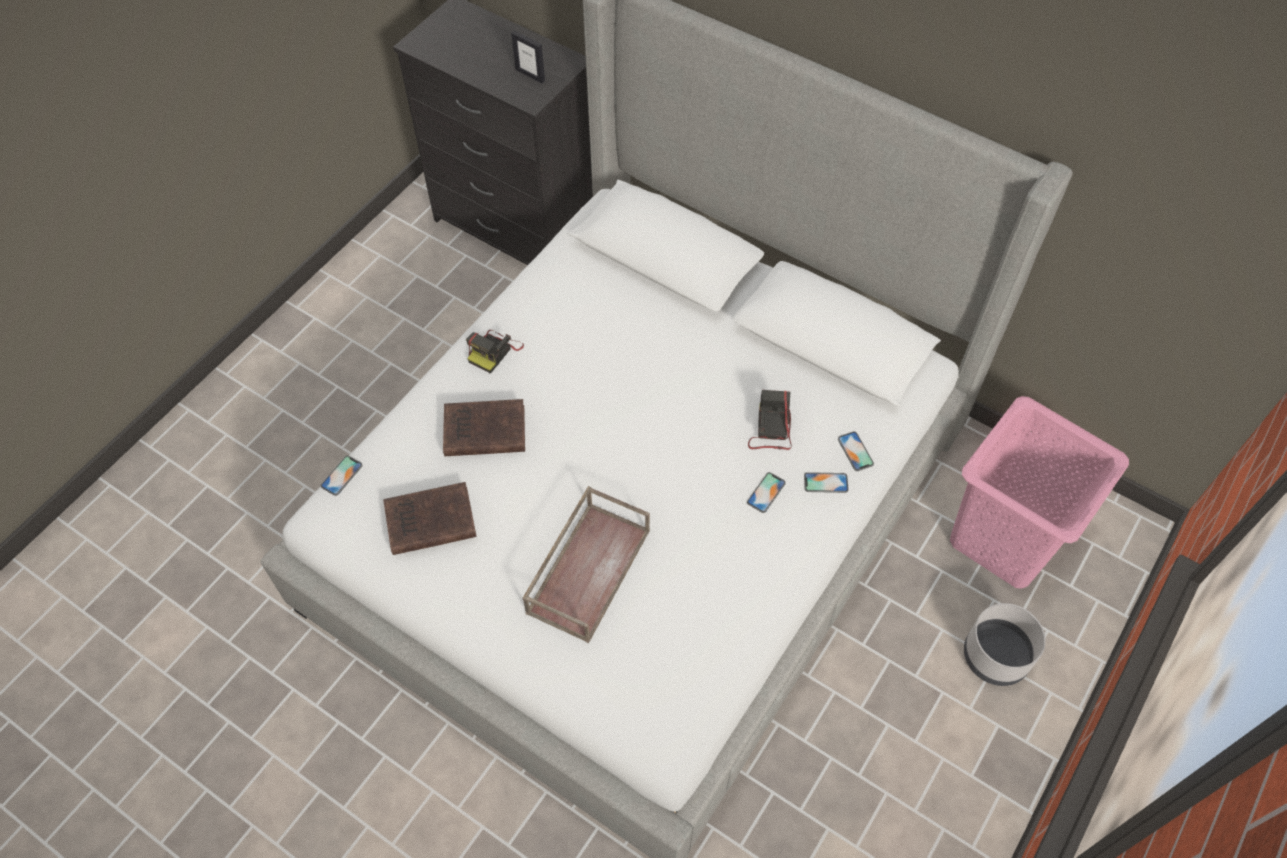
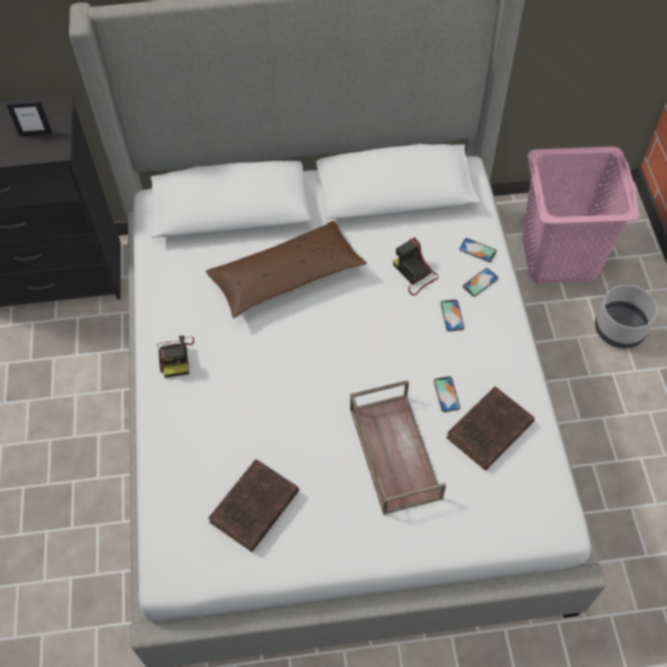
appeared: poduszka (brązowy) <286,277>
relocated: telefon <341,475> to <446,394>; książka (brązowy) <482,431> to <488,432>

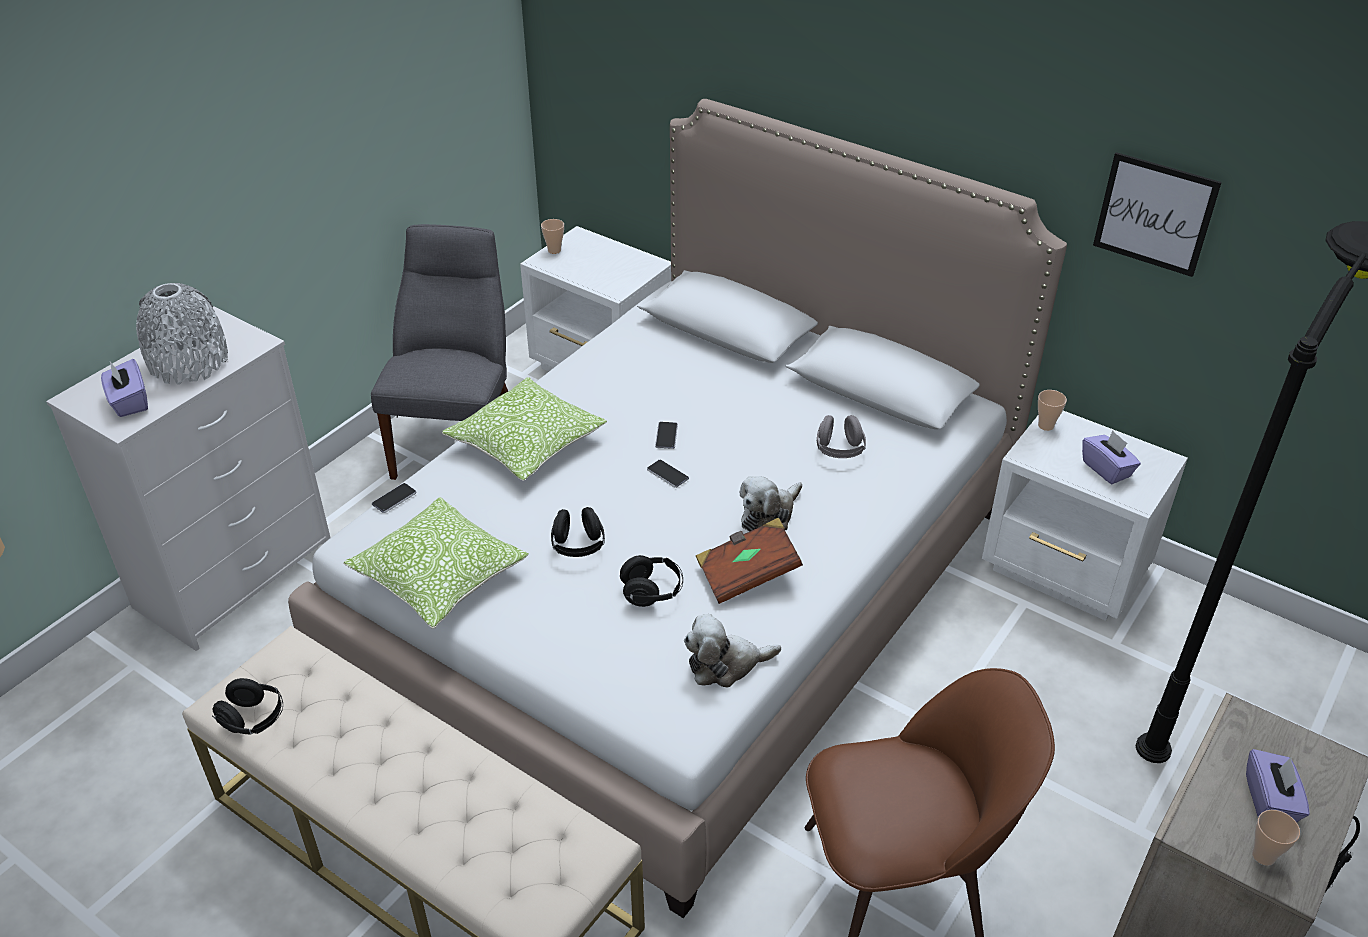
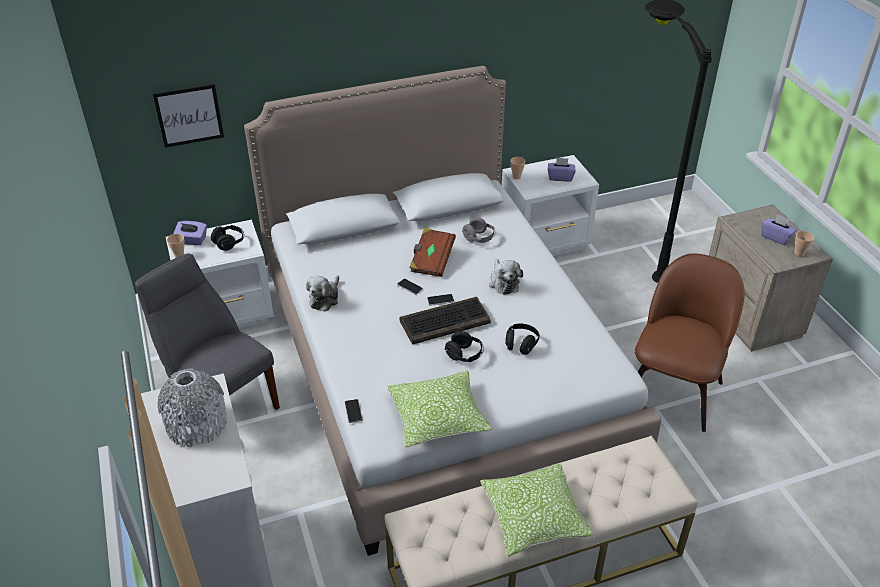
appeared: klawiatura <445,321>
relocated: obraz <1155,214> to <189,115>; pudełko chusteczek (fioletowy) <129,402> to <192,240>; słuchawki (czarny) <253,719> to <229,243>; pluszak <726,664> to <325,298>; książka (brązowy) <747,574> to <431,261>; poduszka <526,443> to <534,517>

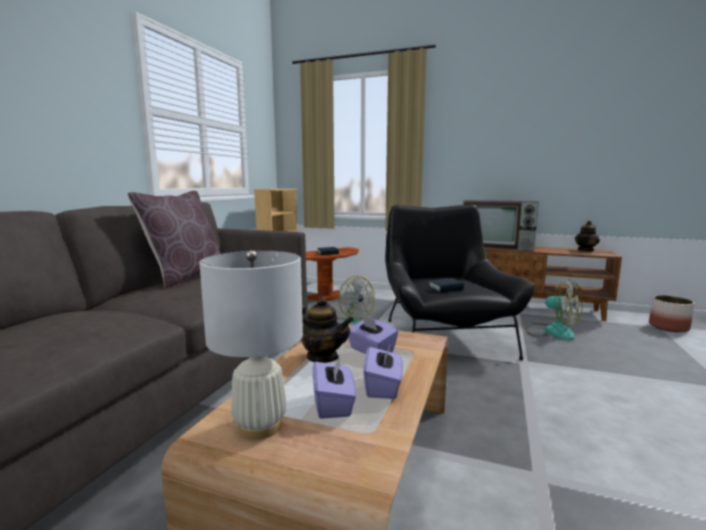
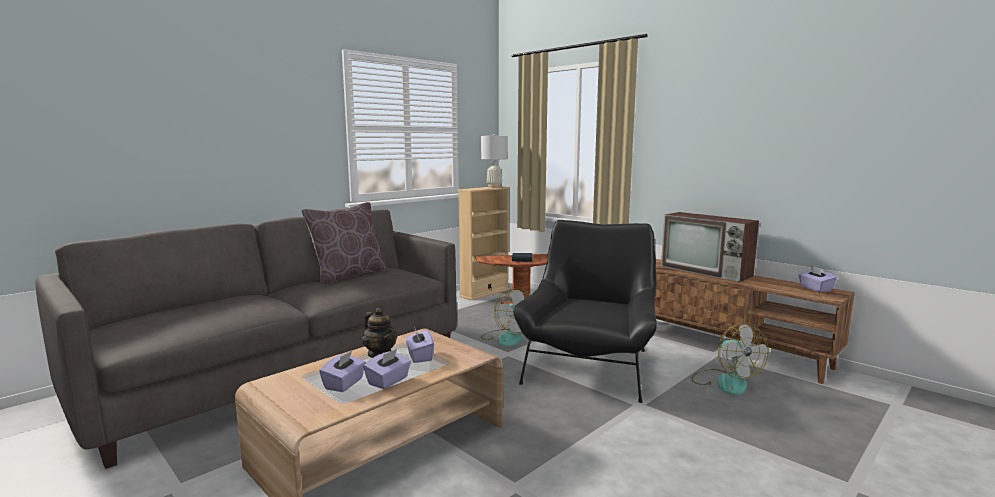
missing: książka <445,288>; donica <669,327>
relocated: lampa stołowa (biały) <260,426> to <494,187>
exchanged: imbryk <586,250> to pudełko chusteczek (fioletowy) <815,289>

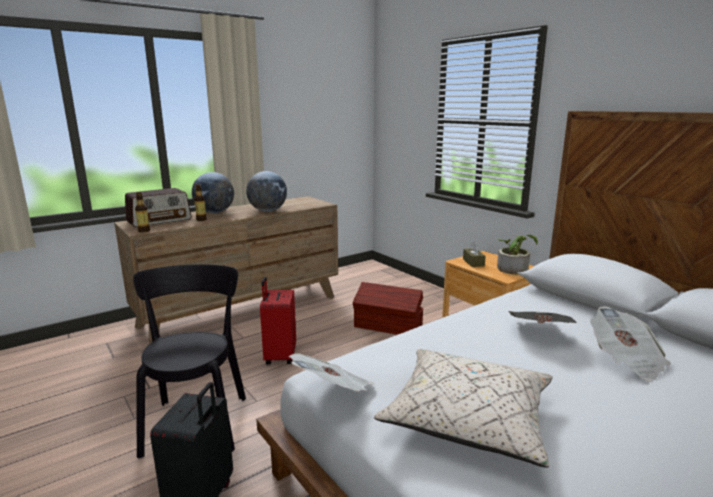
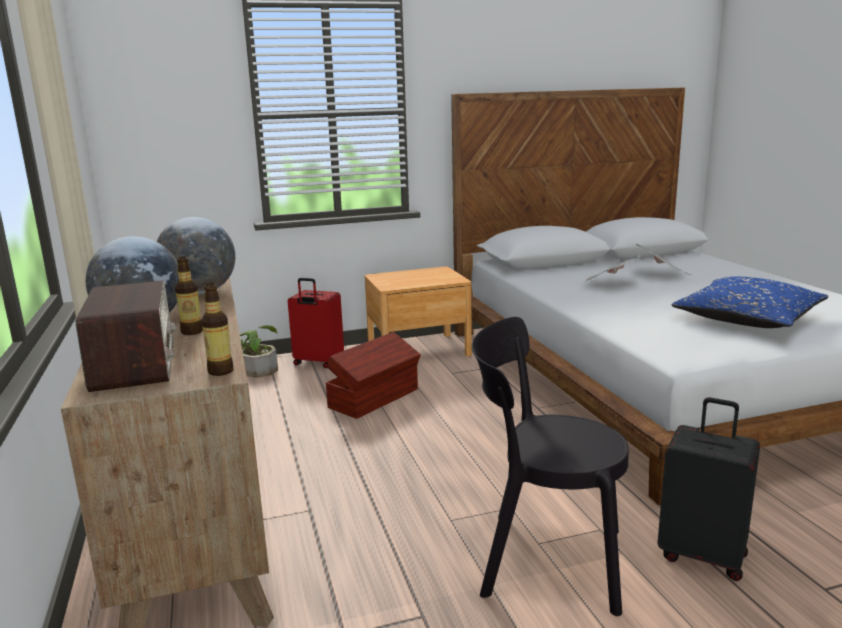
missing: gazeta <333,392>; pudełko chusteczek (brązowy) <473,262>
relocated: roślina doniczkowa <514,268> to <258,369>; walizka (czerwony) <279,356> to <317,362>
colour: poduszka (beżowy) <468,418> to poduszka (niebieski) <747,320>

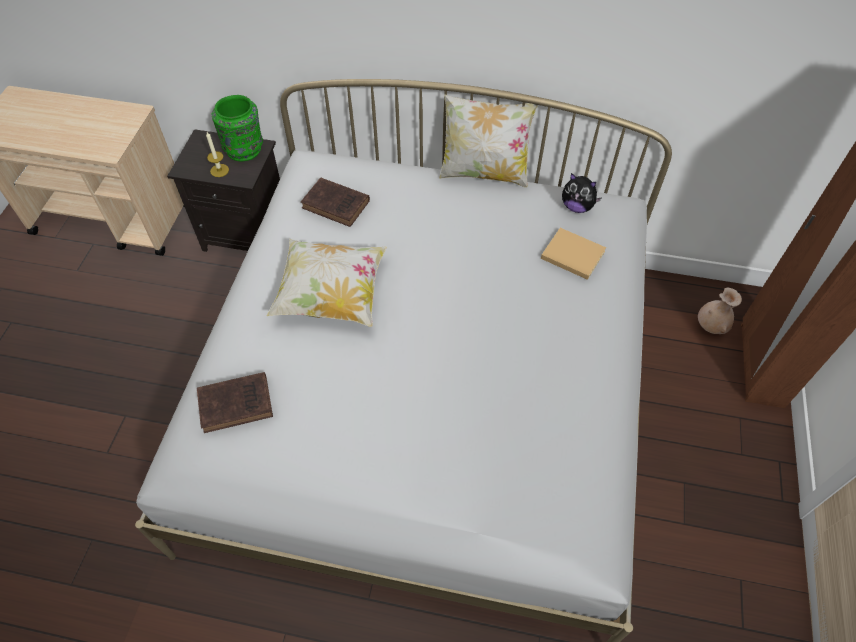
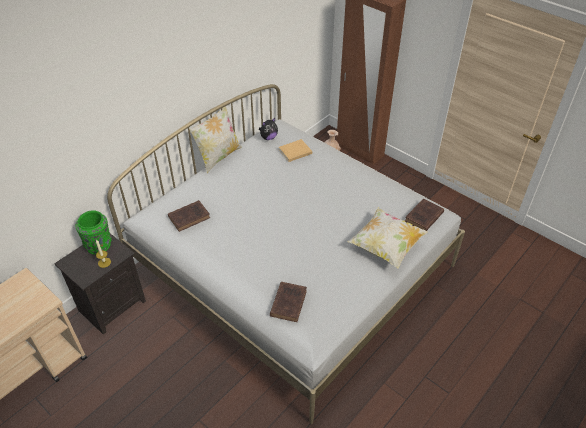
appeared: książka (brązowy) <423,217>
relocated: poduszka <331,296> to <386,246>

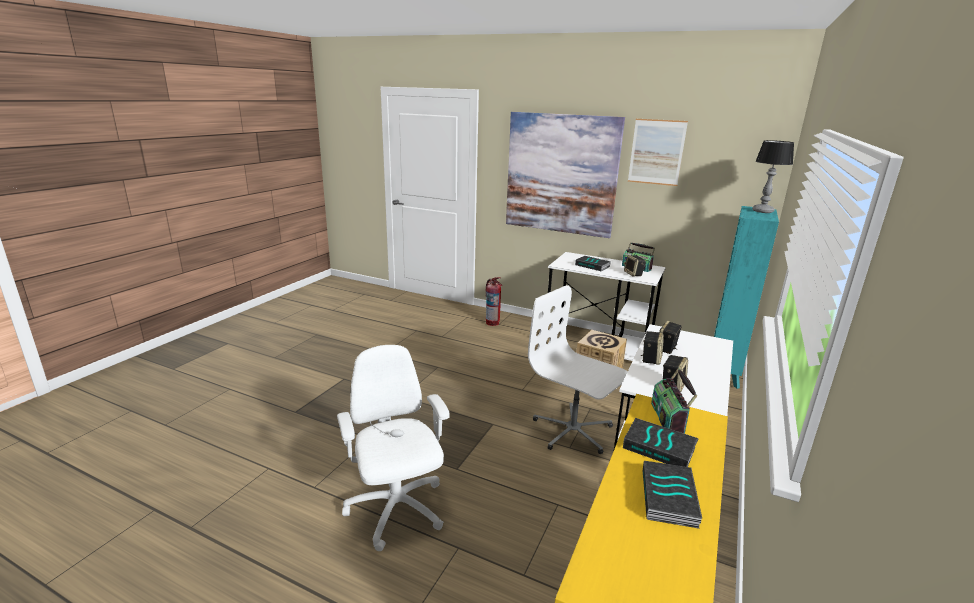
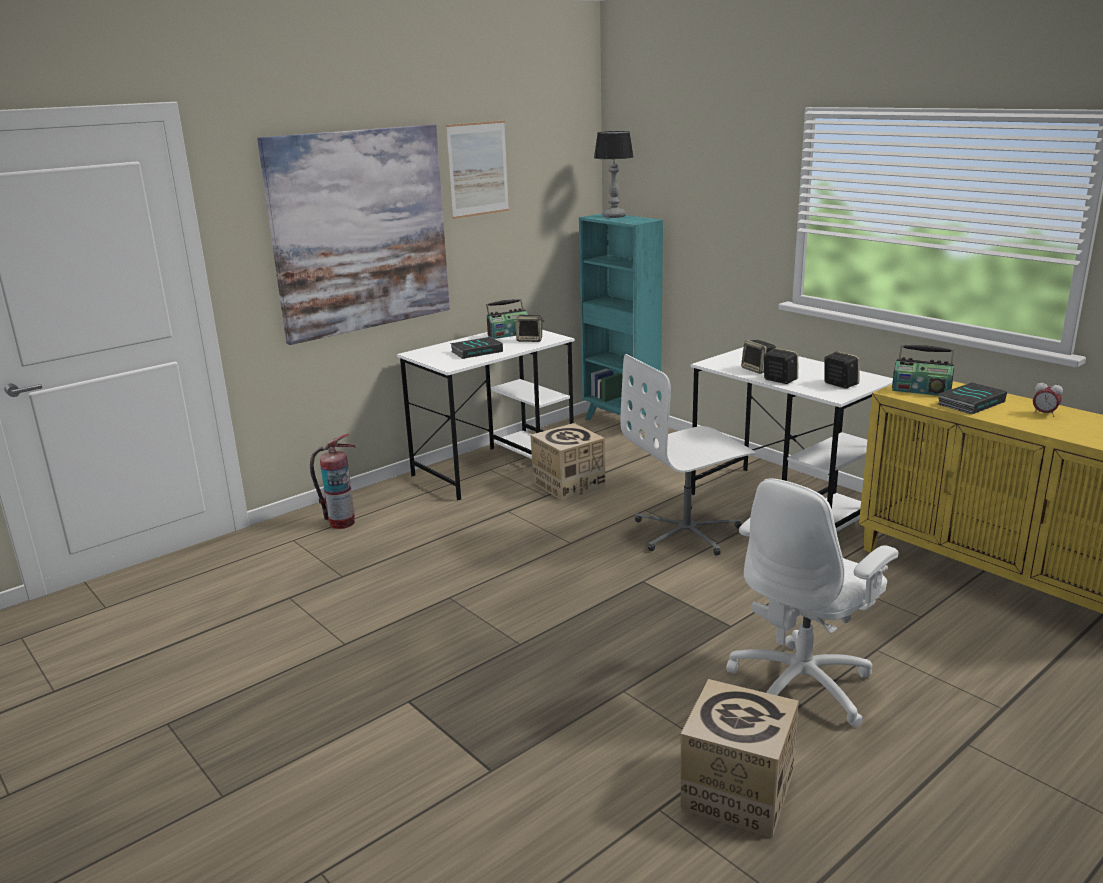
appeared: karton <736,791>
exchanged: książka <670,499> to budzik <1044,414>
spun: krzesło biurowe (biały) <396,511> = <803,686> 45 degrees counterclockwise

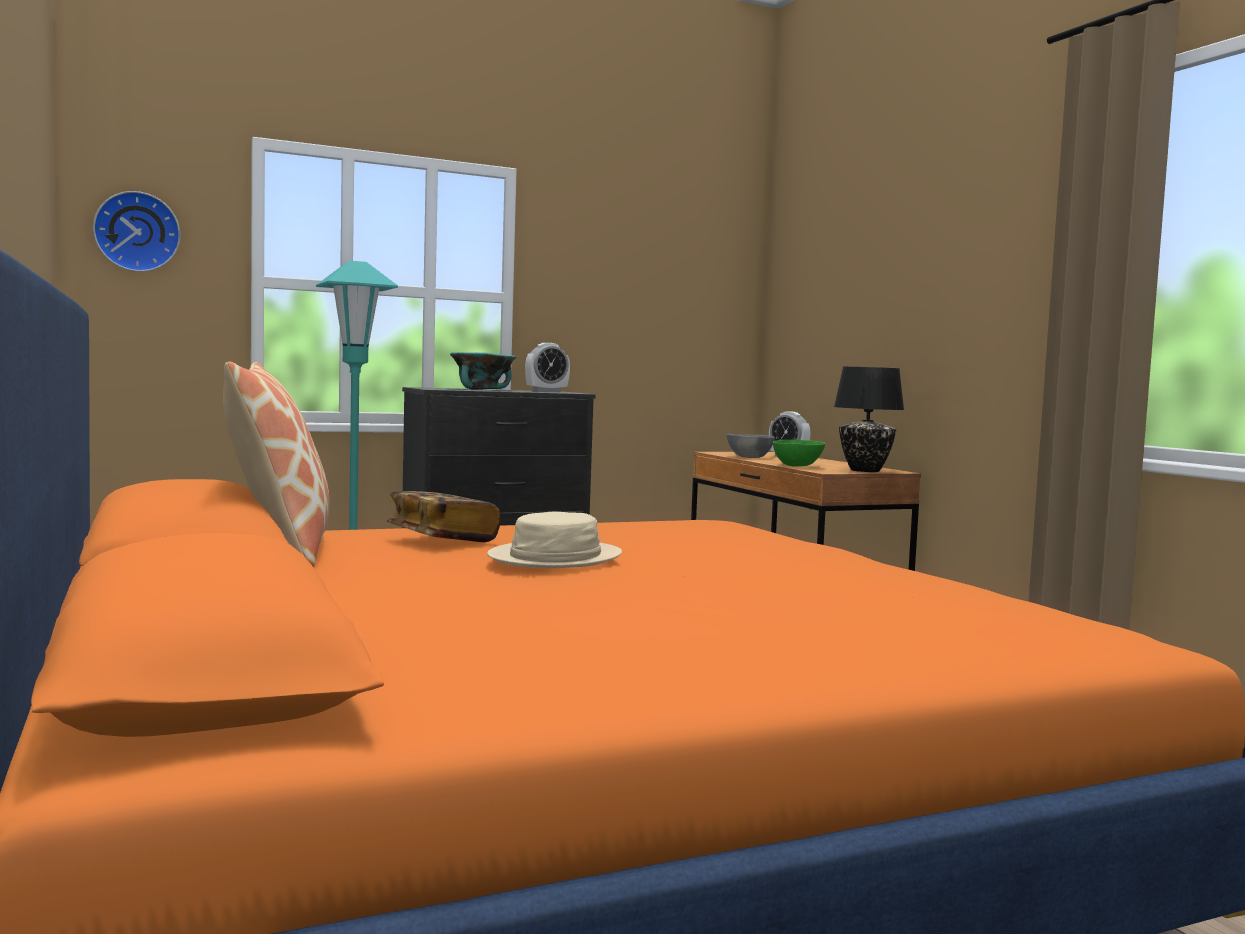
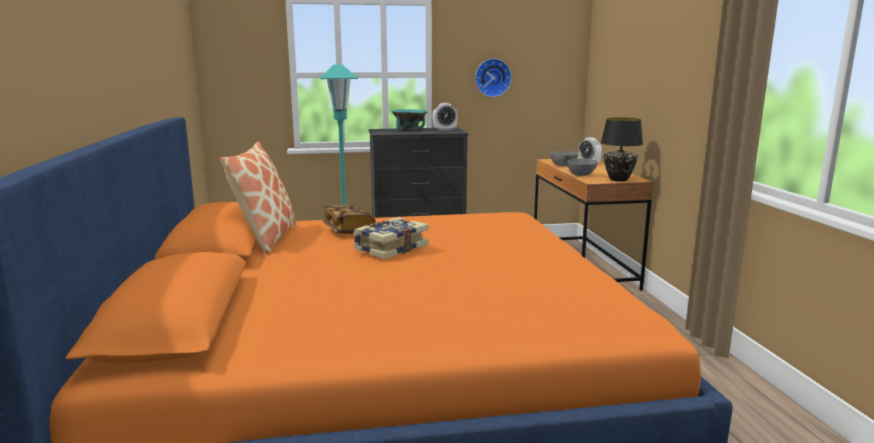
relocated: zegar ścienny <137,232> to <492,77>
exchanged: kapelusz (beżowy) <556,558> to książka <390,248>
colour: miska (zielony) <798,466> to miska (szary) <582,175>

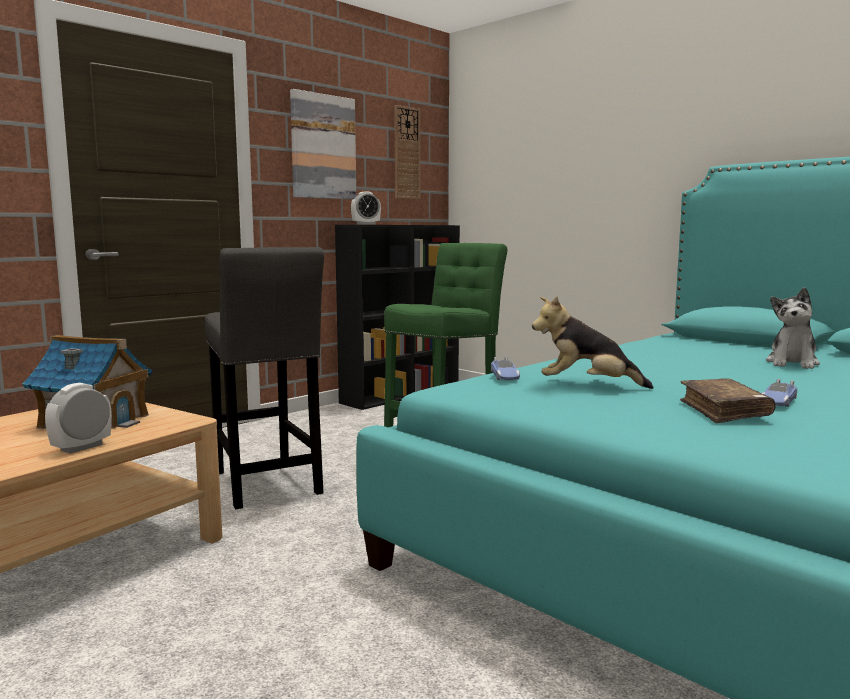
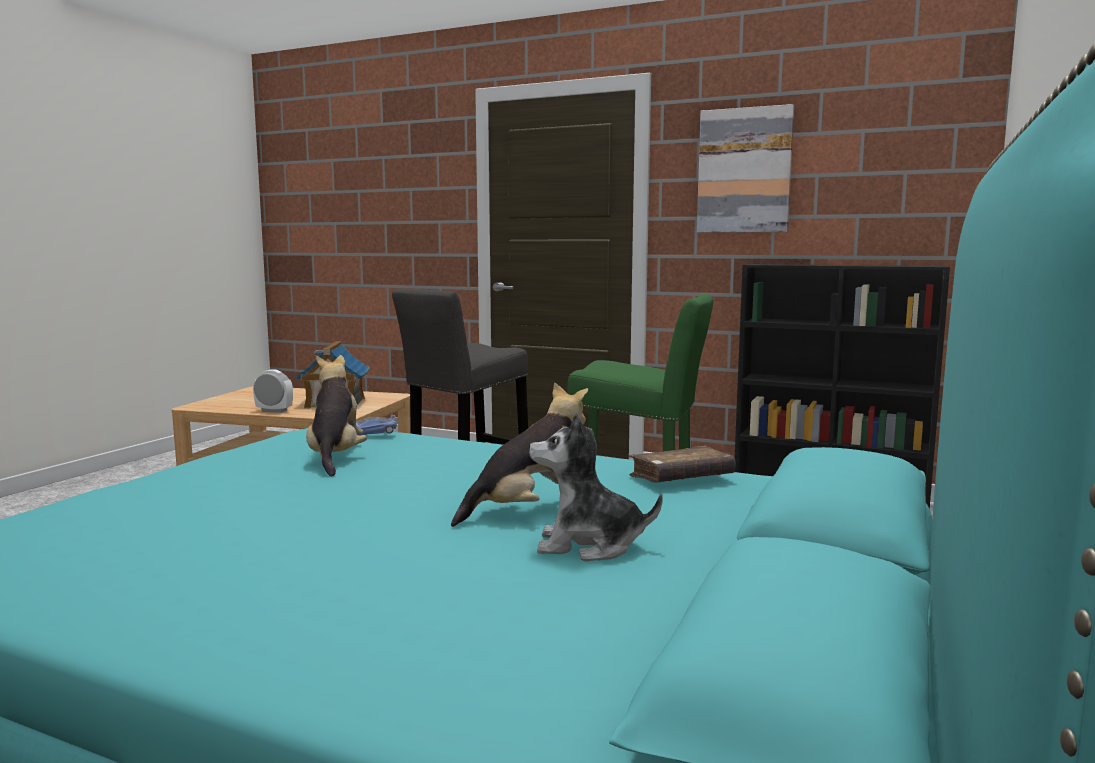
missing: budzik <366,224>; zegar ścienny <406,153>; samochodzik <778,401>
appeared: pluszak <528,510>
relocated: książka (brązowy) <724,411> to <681,478>

